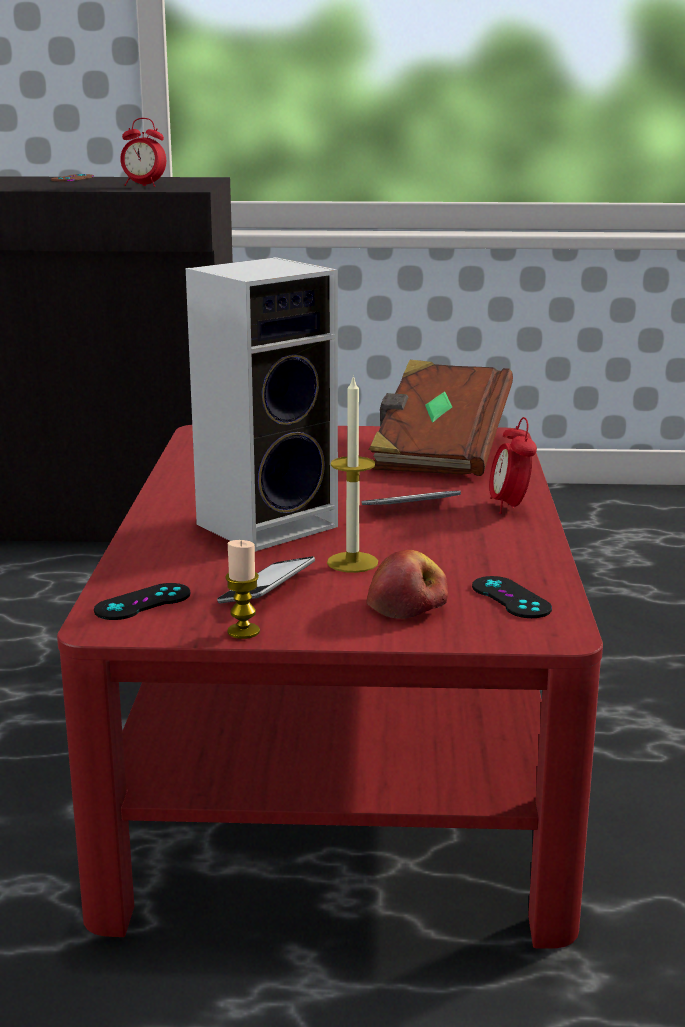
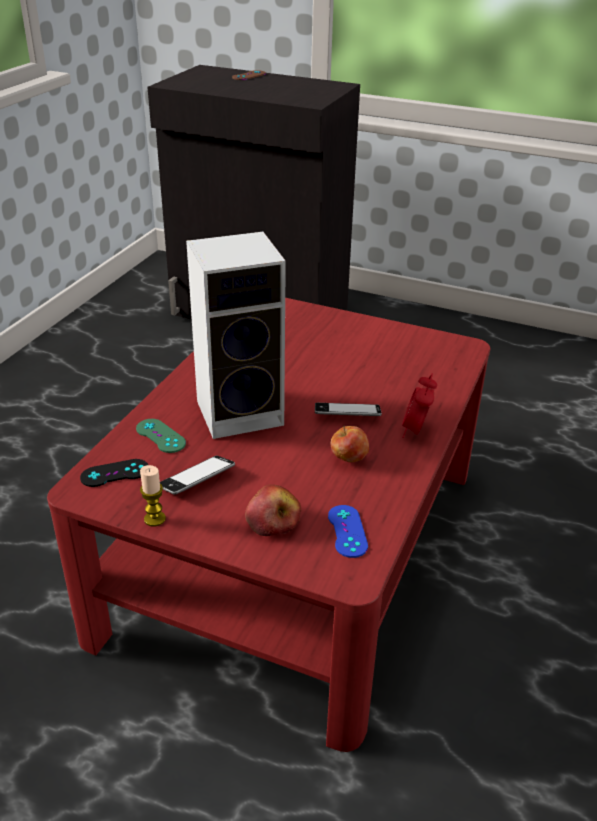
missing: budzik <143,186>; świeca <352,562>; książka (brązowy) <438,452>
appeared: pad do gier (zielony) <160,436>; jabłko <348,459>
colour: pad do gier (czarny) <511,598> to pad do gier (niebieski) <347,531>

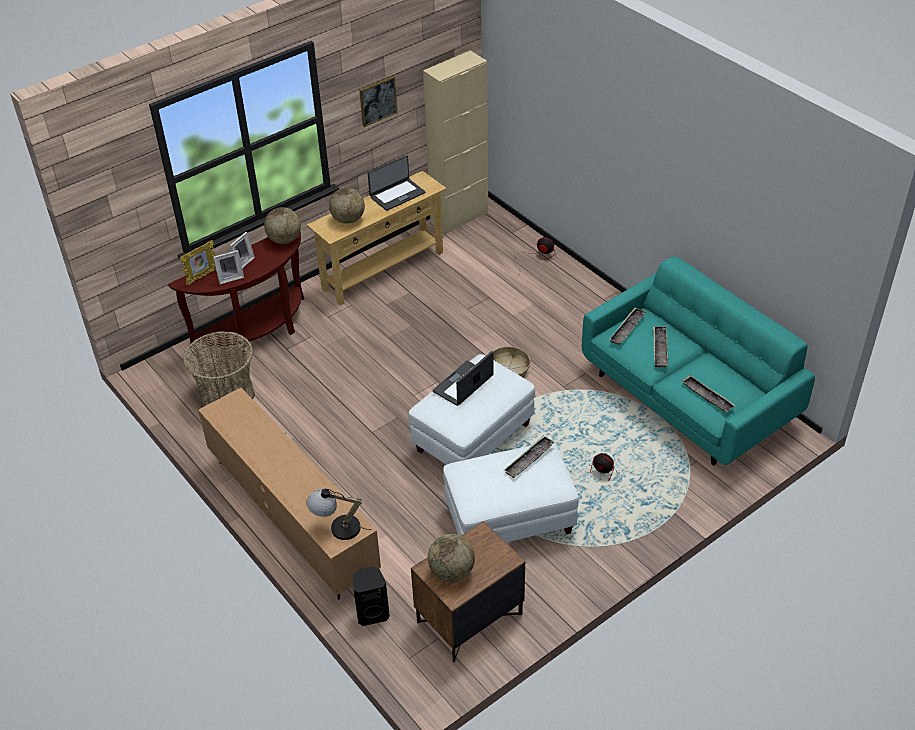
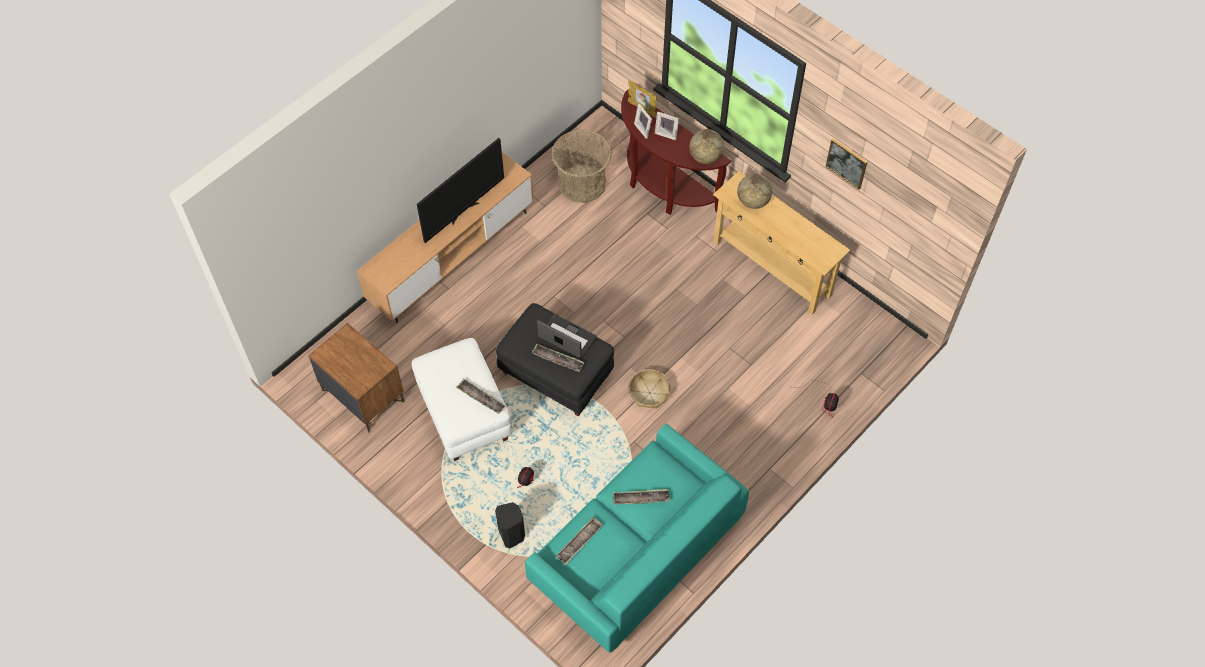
missing: lampa stołowa <337,528>; laptop <397,194>; szafka (beżowy) <459,218>; globus <452,571>
appeared: telewizor <463,211>
relocated: głośnik (czarny) <372,613> to <512,534>; taca <627,328> to <557,359>
colour: pufa (biały) <474,439> to pufa (czarny) <556,375>

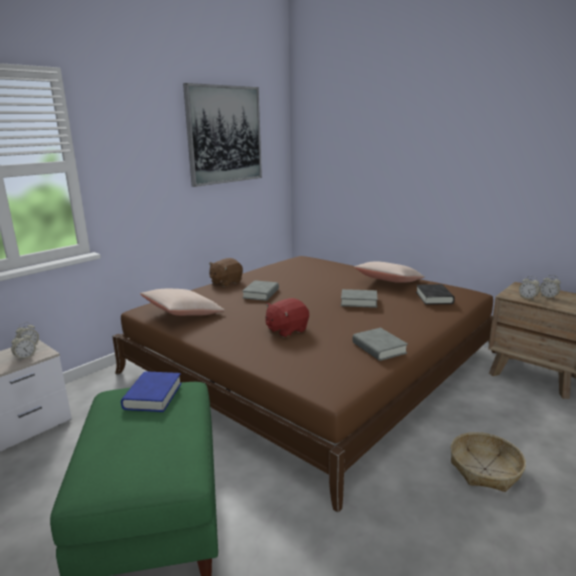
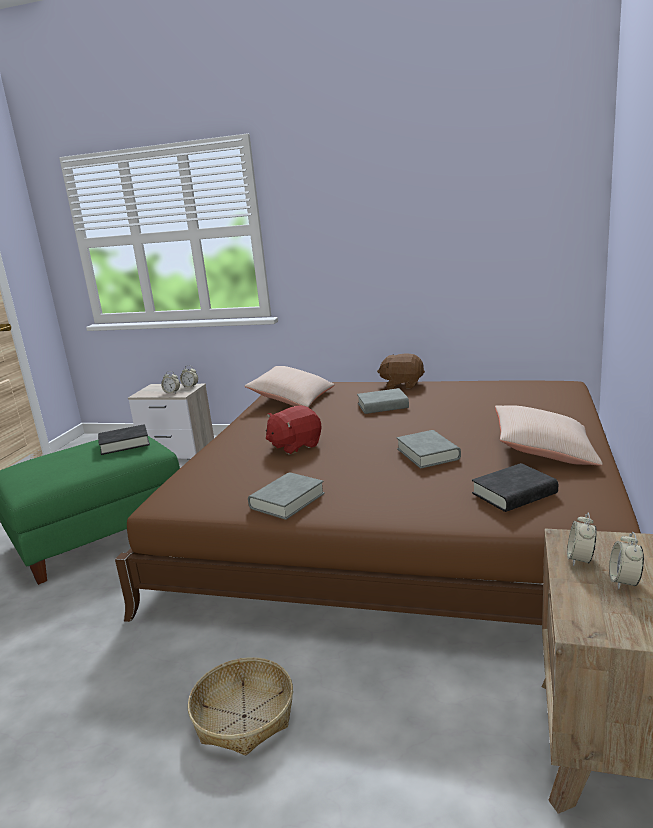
missing: obraz <224,135>
colour: książka (niebieski) <153,396> to książka (czarny) <124,444>
spun: pluszak (czerwony) <286,330> = <294,446> 60 degrees counterclockwise

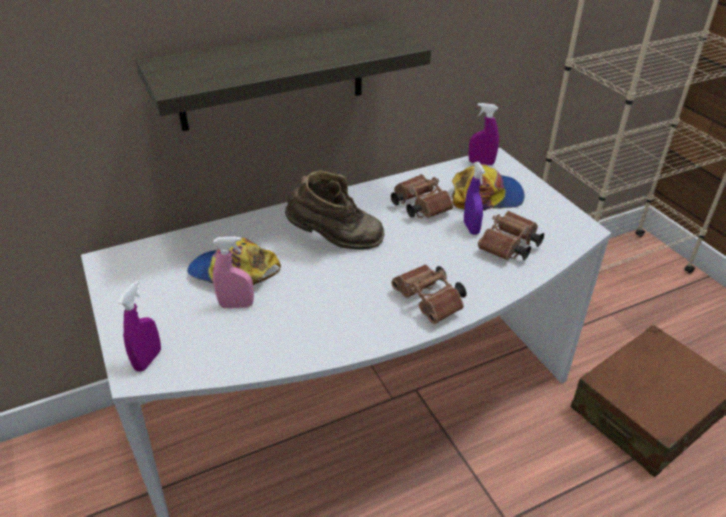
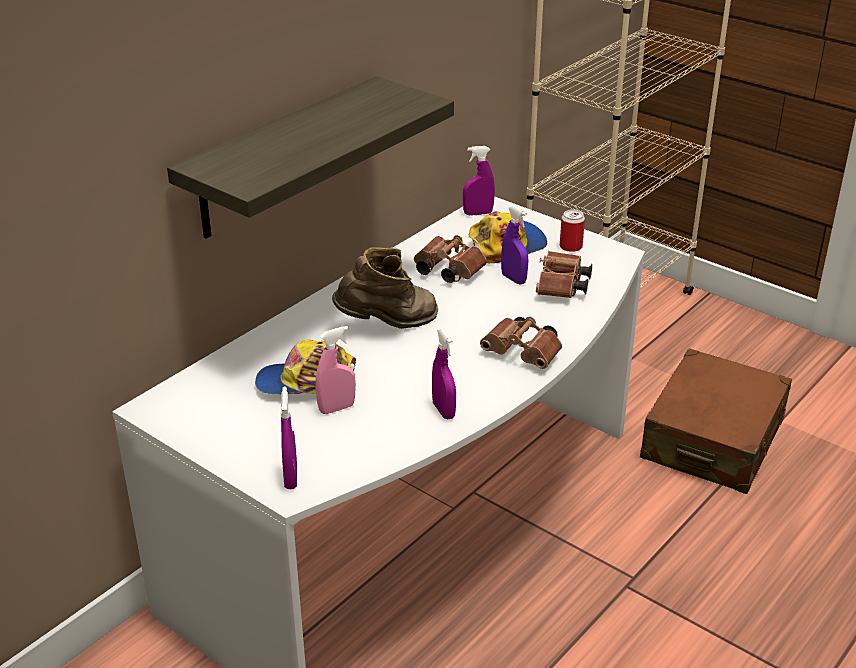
appeared: spryskiwacz (fioletowy) <443,411>; puszka <570,247>

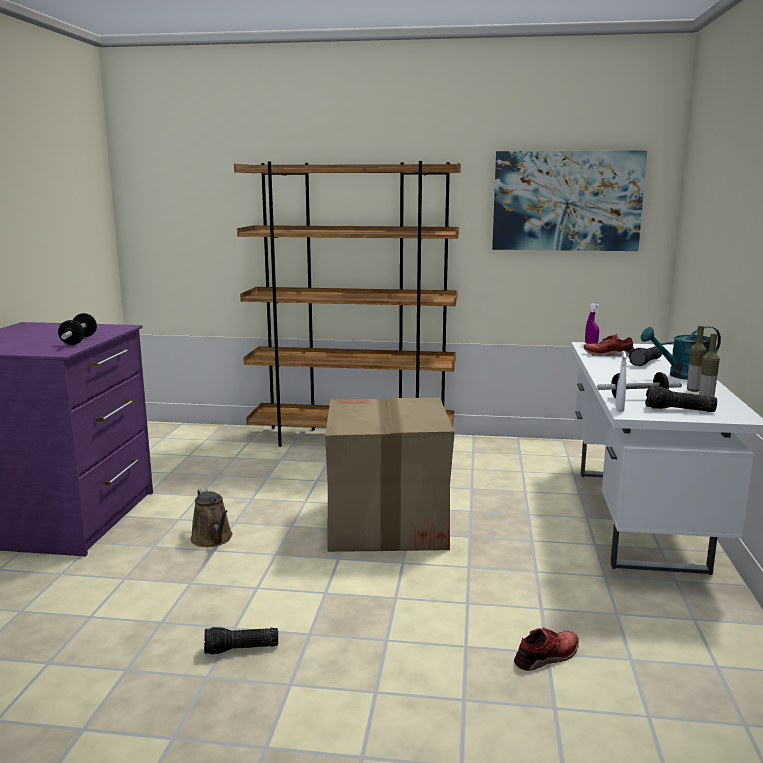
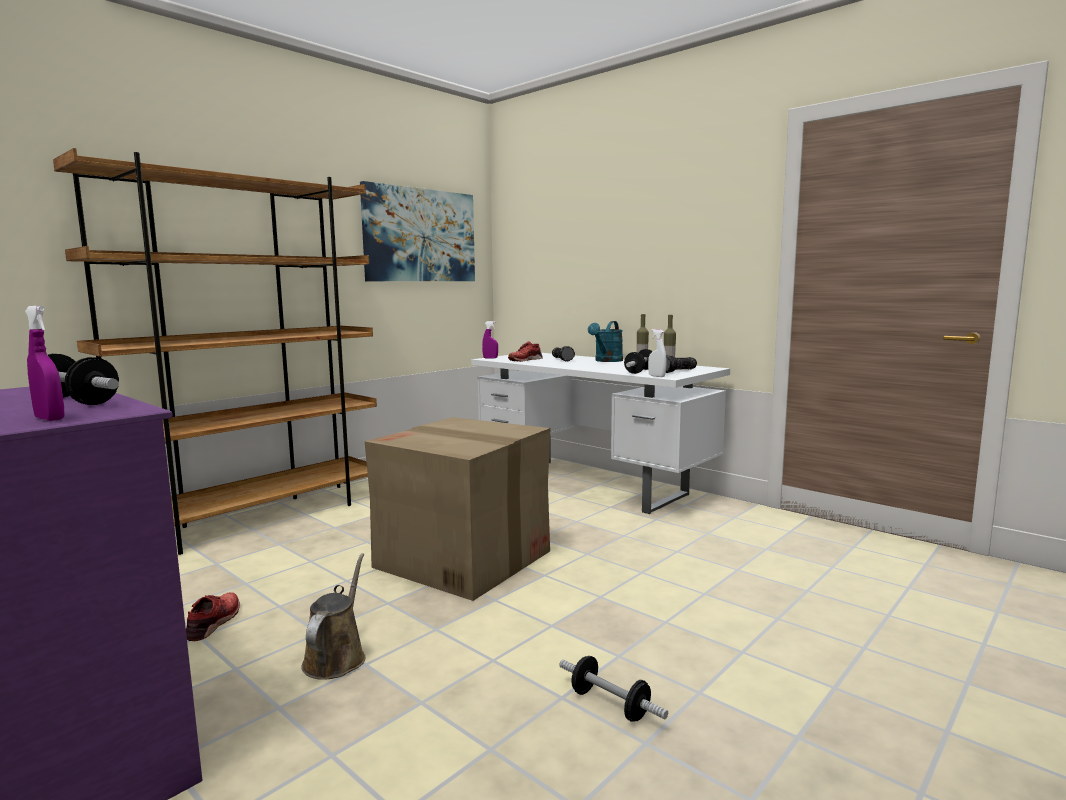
appeared: spryskiwacz (fioletowy) <49,419>
relocated: but (czerwony) <547,656> to <214,622>
exchanged: latarka <240,649> to hantel <610,705>
spun: konewka (brązowy) <213,539> = <336,657> 90 degrees counterclockwise

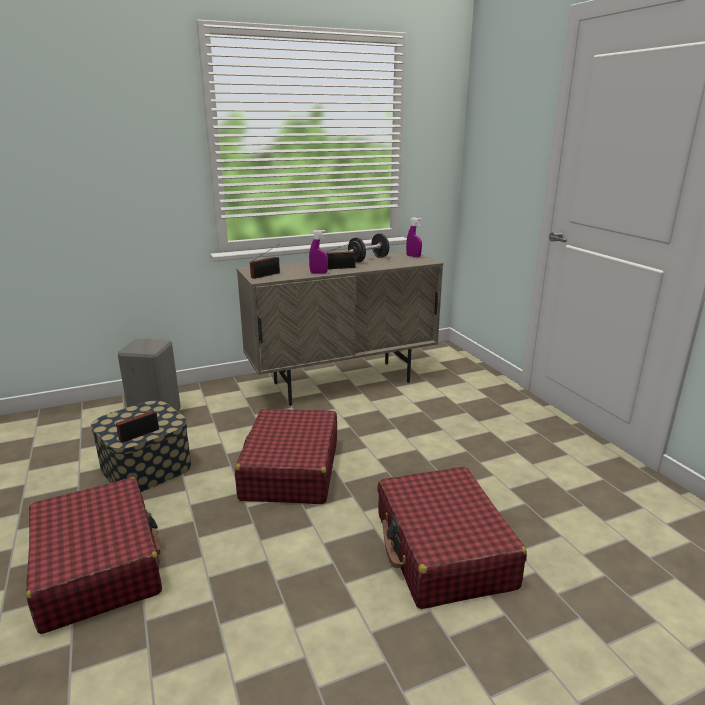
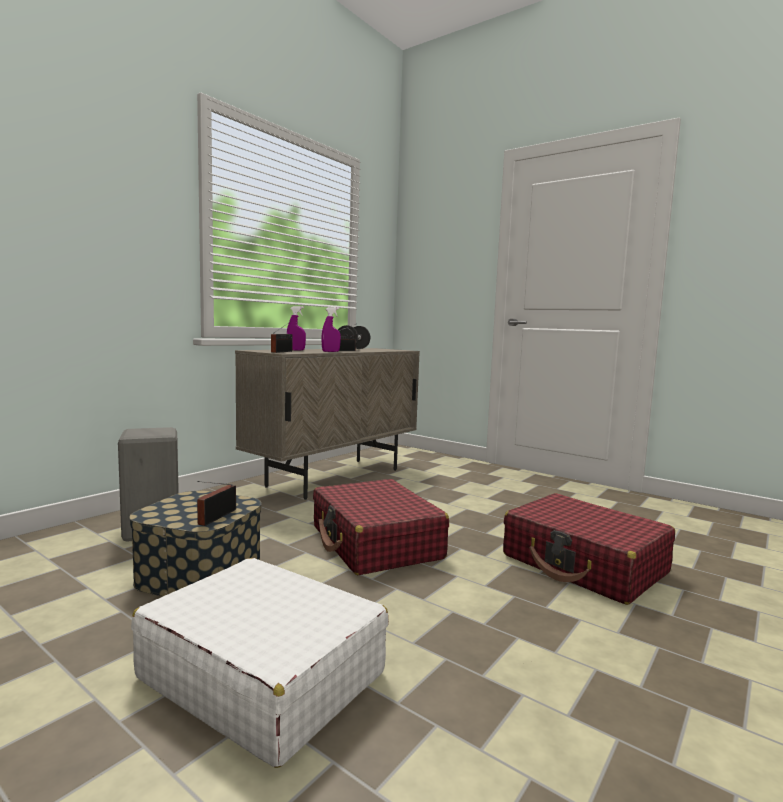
relocated: spryskiwacz (fioletowy) <413,256> to <296,350>
colour: walizka (czerwony) <98,565> to walizka (biały) <262,675>

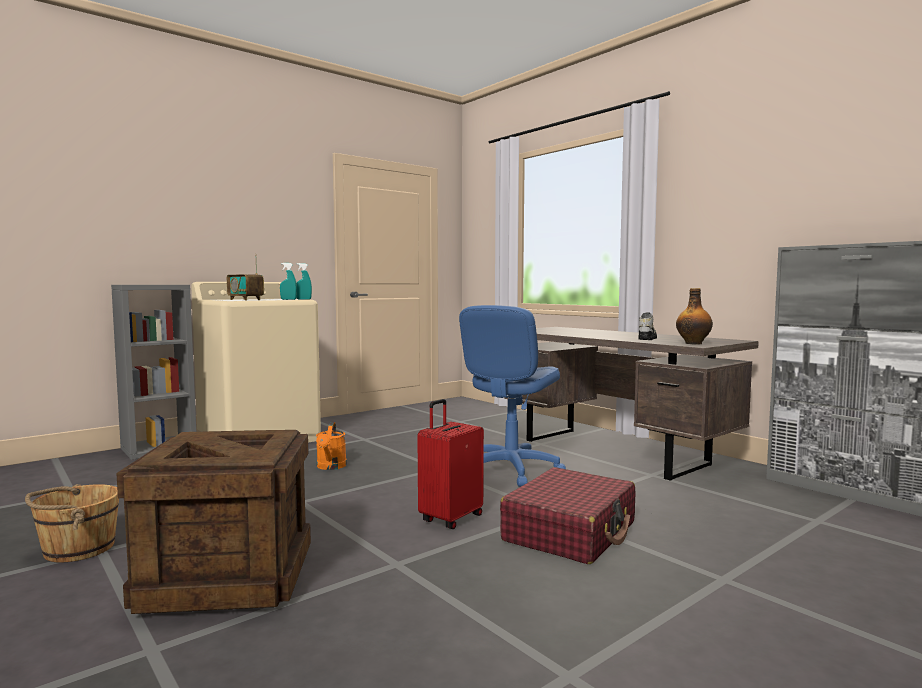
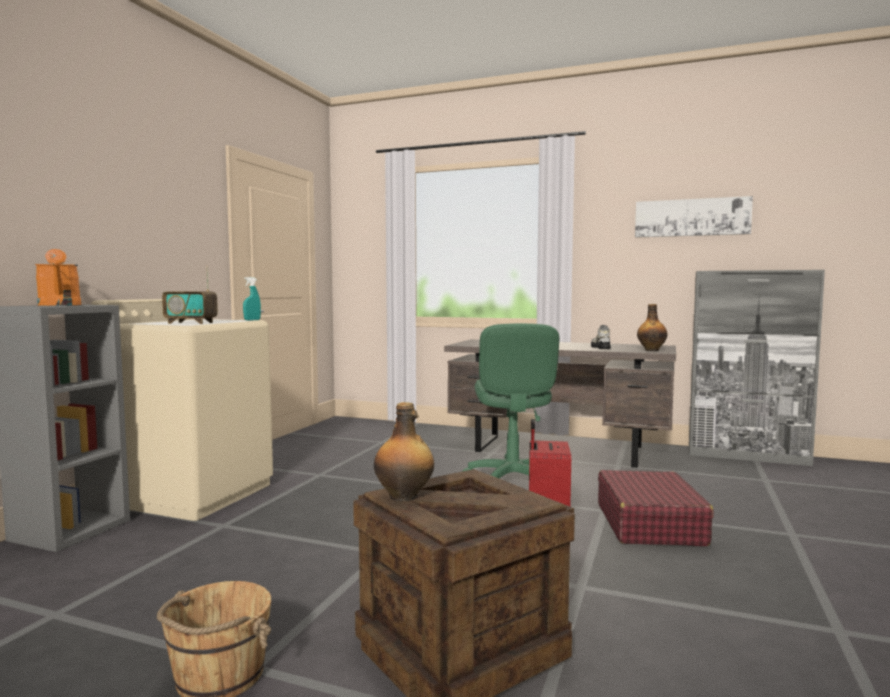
missing: spryskiwacz (turkusowy) <288,299>
appeared: butelka <404,497>; obraz <691,217>
relocated: konewka (pomarańczowy) <331,467> to <60,305>
colour: krzesło biurowe (niebieski) <510,470> to krzesło biurowe (zielony) <512,481>

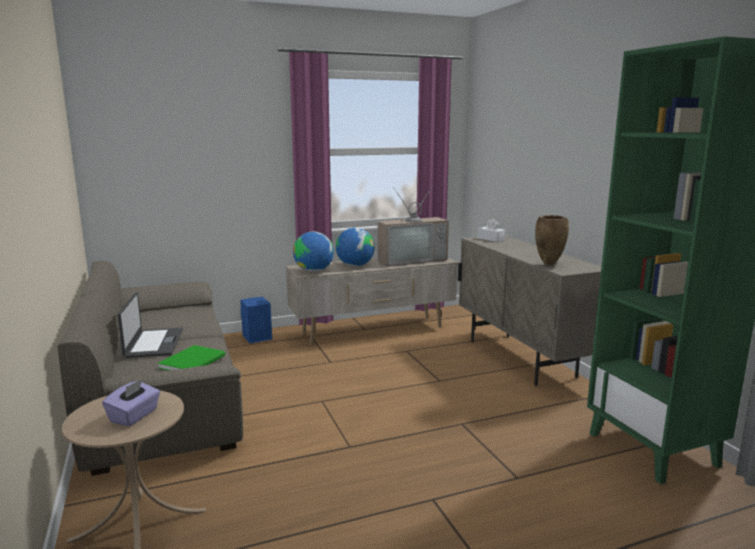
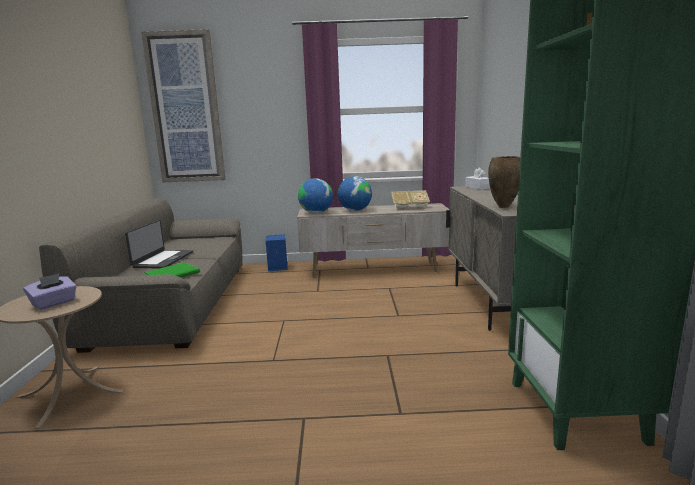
appeared: obraz <186,109>
exchanged: telewizor <411,260> to książka <409,207>

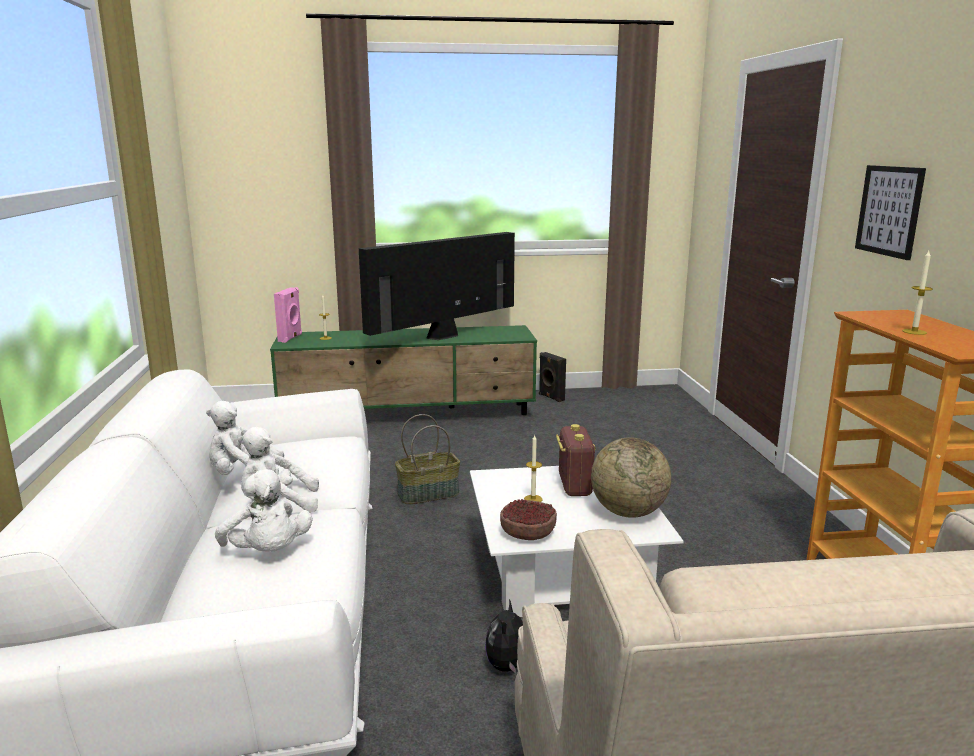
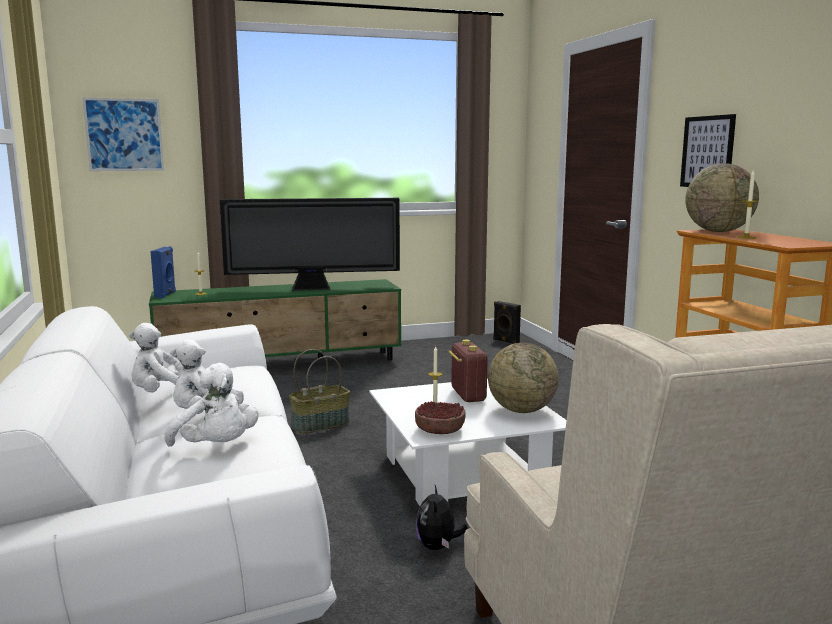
appeared: obraz <124,135>; globus <718,231>
relocated: głośnik (czarny) <550,397> to <505,341>
colour: głośnik (różowy) <291,338> to głośnik (niebieski) <166,294>
spun: telewizor <443,336> = <313,289> 135 degrees counterclockwise

